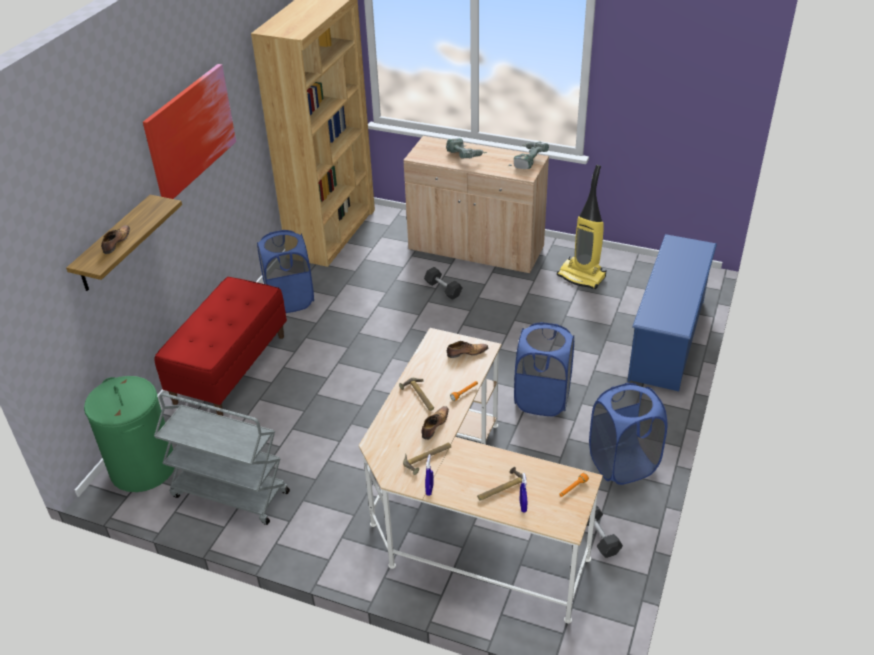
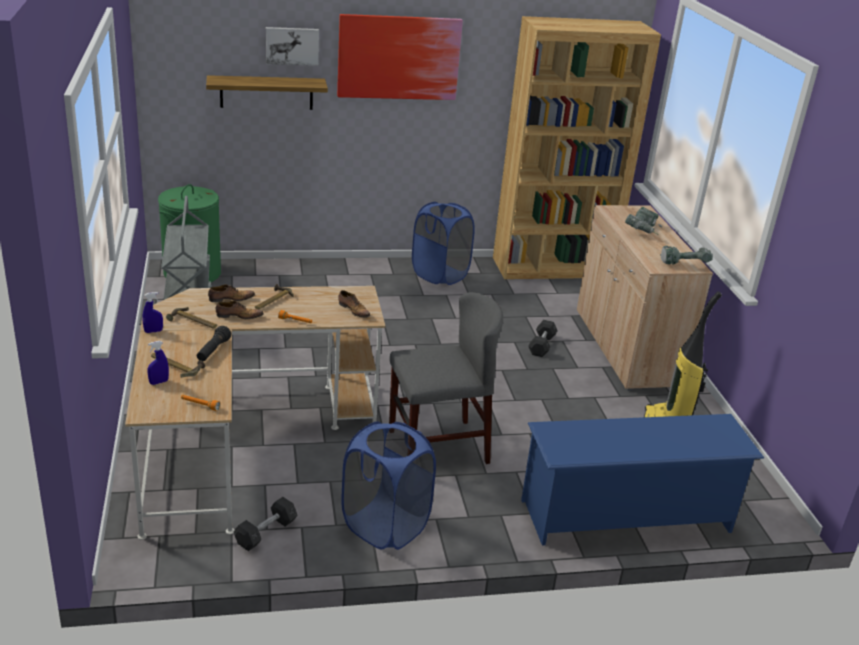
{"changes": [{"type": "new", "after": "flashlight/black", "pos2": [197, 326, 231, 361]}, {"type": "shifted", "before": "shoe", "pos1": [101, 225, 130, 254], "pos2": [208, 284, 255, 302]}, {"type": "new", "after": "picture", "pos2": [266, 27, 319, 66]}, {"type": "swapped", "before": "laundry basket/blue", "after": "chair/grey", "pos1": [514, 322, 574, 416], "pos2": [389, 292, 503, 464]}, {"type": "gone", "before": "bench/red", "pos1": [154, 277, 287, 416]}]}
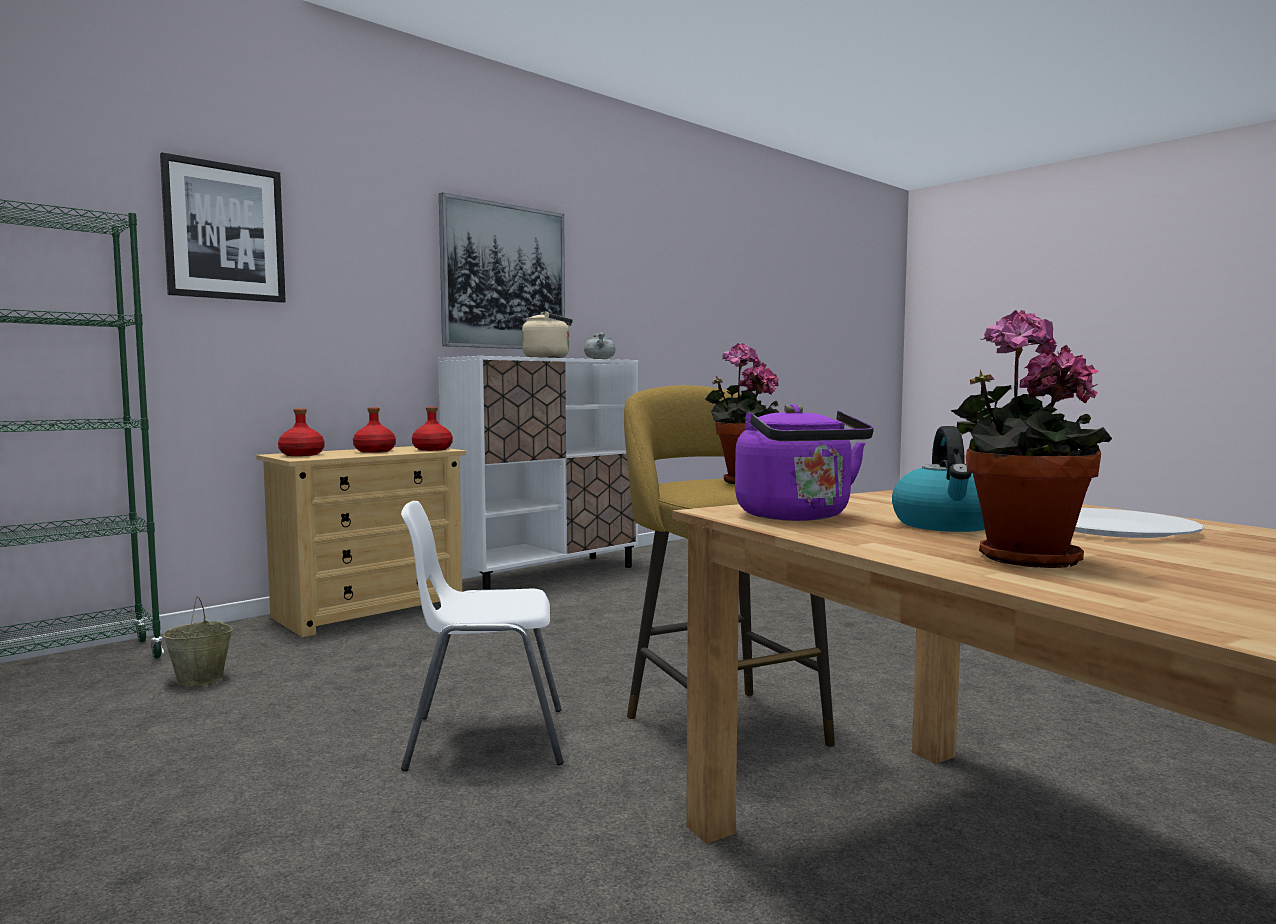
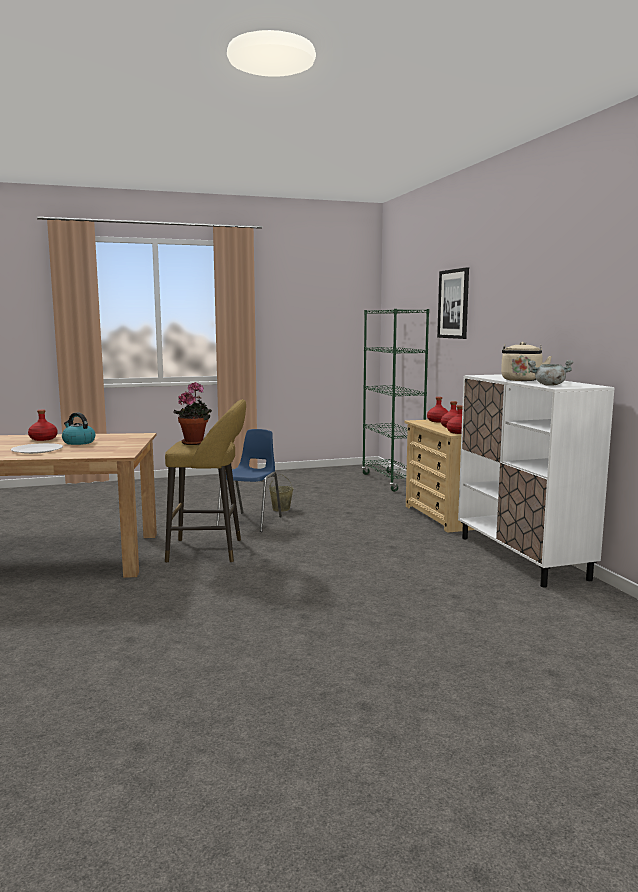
{"changes": [{"type": "swapped", "before": "potted plant", "after": "bottle/red", "pos1": [951, 310, 1112, 568], "pos2": [28, 410, 58, 441]}, {"type": "repainted", "before": "chair/white", "after": "chair/blue", "pos1": [401, 501, 564, 771], "pos2": [216, 429, 282, 532]}, {"type": "shifted", "before": "bucket/beige", "pos1": [163, 596, 233, 686], "pos2": [269, 474, 294, 512]}, {"type": "gone", "before": "picture", "pos1": [439, 192, 565, 349]}, {"type": "gone", "before": "kettle/purple", "pos1": [735, 404, 873, 521]}]}
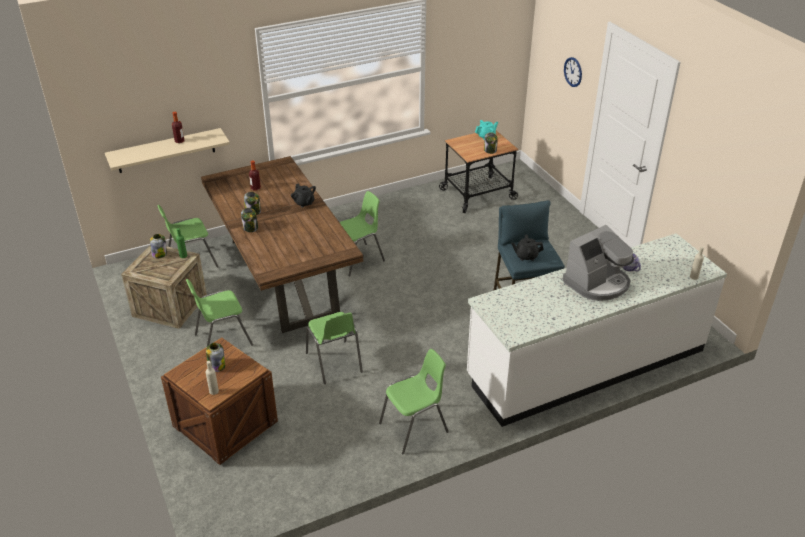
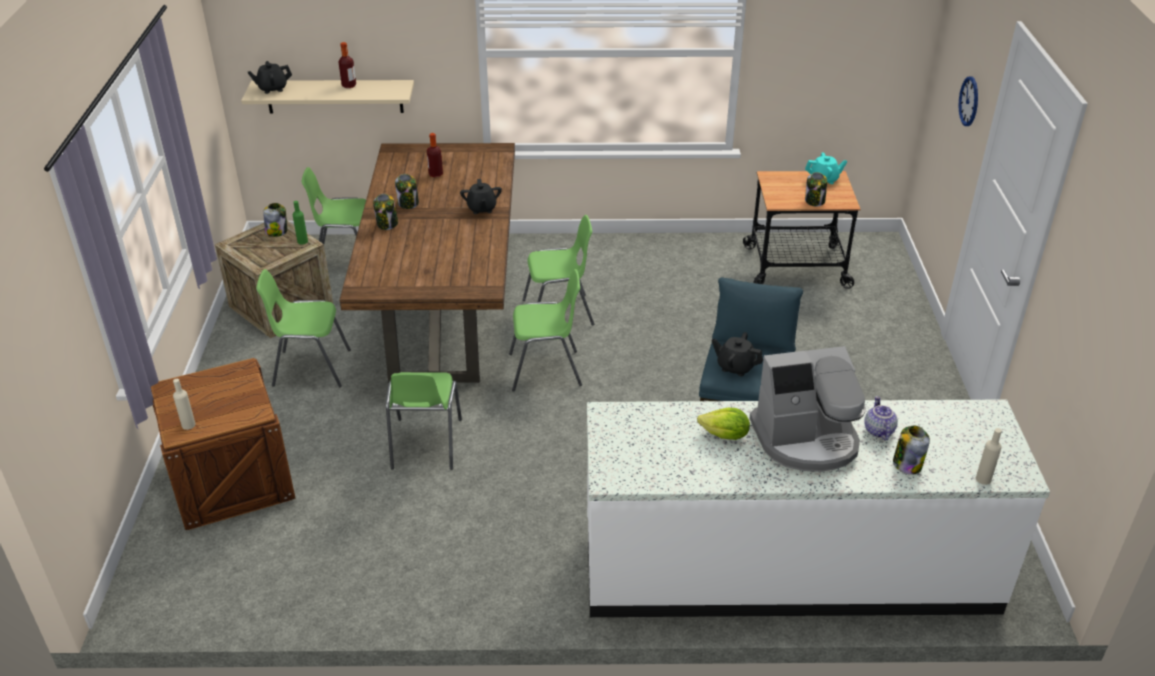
{"changes": [{"type": "new", "after": "teapot/black", "pos2": [248, 61, 292, 94]}, {"type": "shifted", "before": "chair/green", "pos1": [379, 349, 449, 454], "pos2": [509, 269, 582, 392]}, {"type": "new", "after": "lettuce", "pos2": [697, 408, 750, 440]}, {"type": "shifted", "before": "jar", "pos1": [206, 343, 225, 372], "pos2": [893, 426, 930, 475]}]}
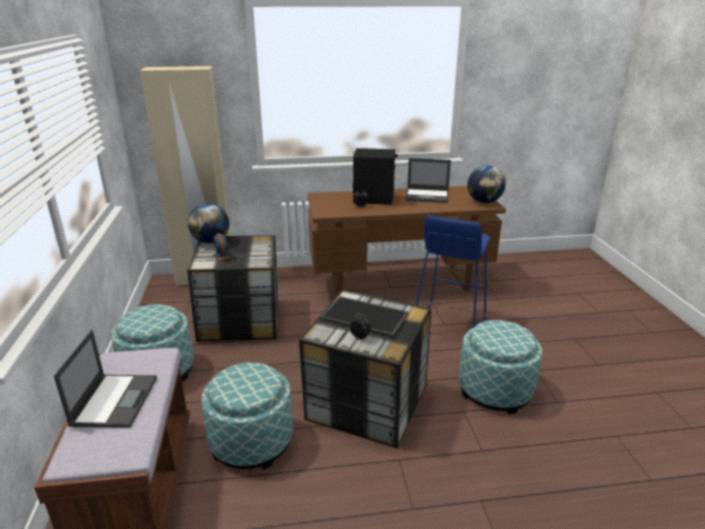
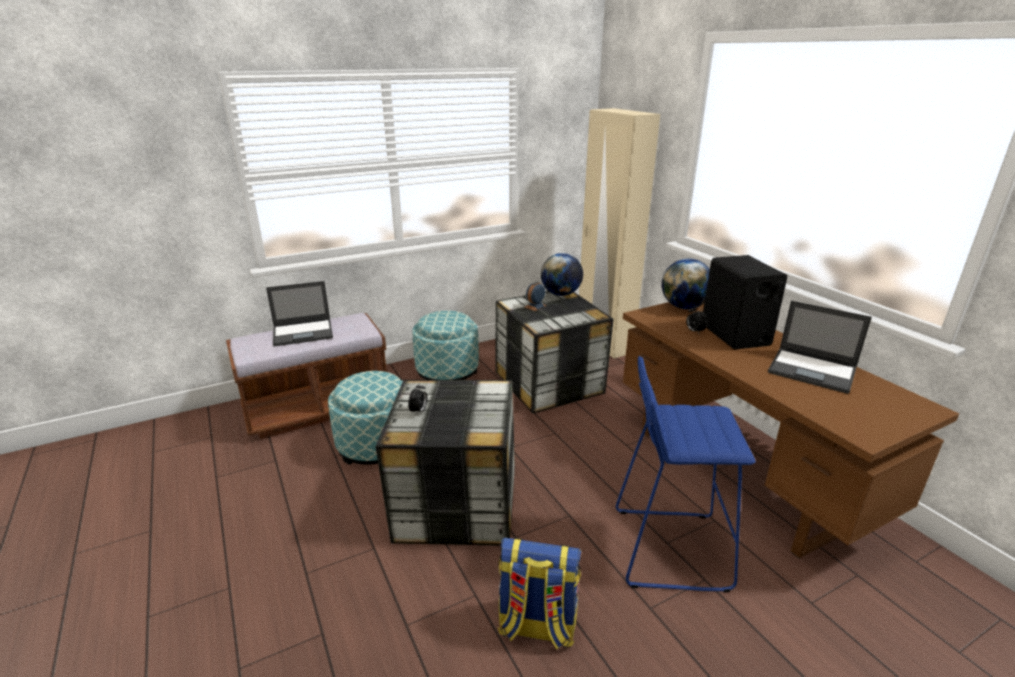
{"changes": [{"type": "swapped", "before": "ottoman", "after": "backpack", "pos1": [459, 320, 542, 414], "pos2": [498, 538, 582, 649]}, {"type": "shifted", "before": "globe", "pos1": [467, 165, 506, 203], "pos2": [662, 258, 710, 309]}, {"type": "rotated", "before": "laptop", "pos1": [405, 158, 451, 203], "pos2": [768, 301, 872, 394], "turn": -45}, {"type": "gone", "before": "tray", "pos1": [320, 296, 409, 337]}]}
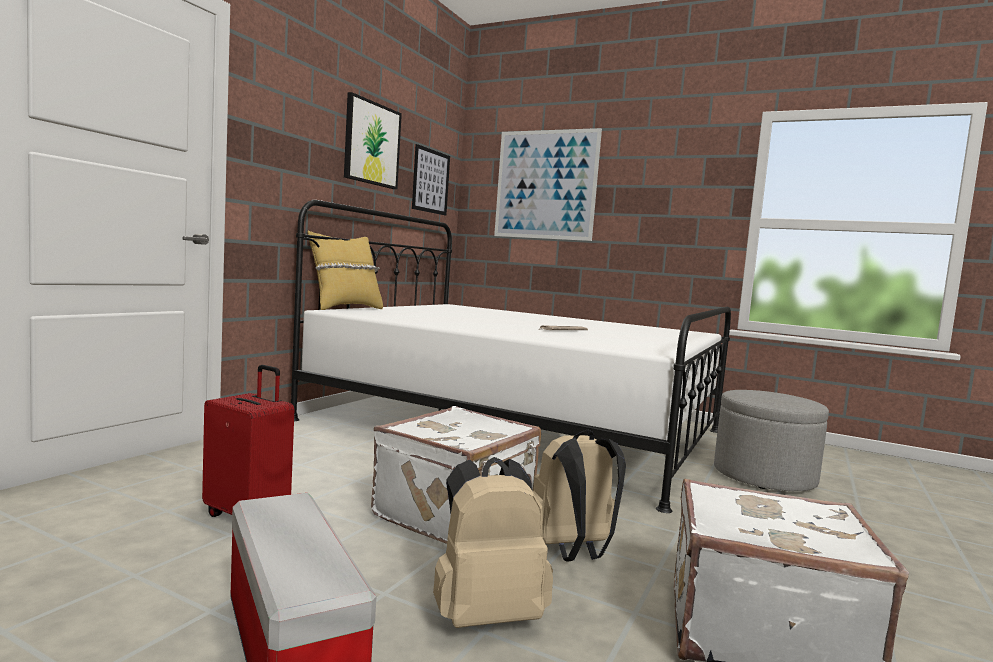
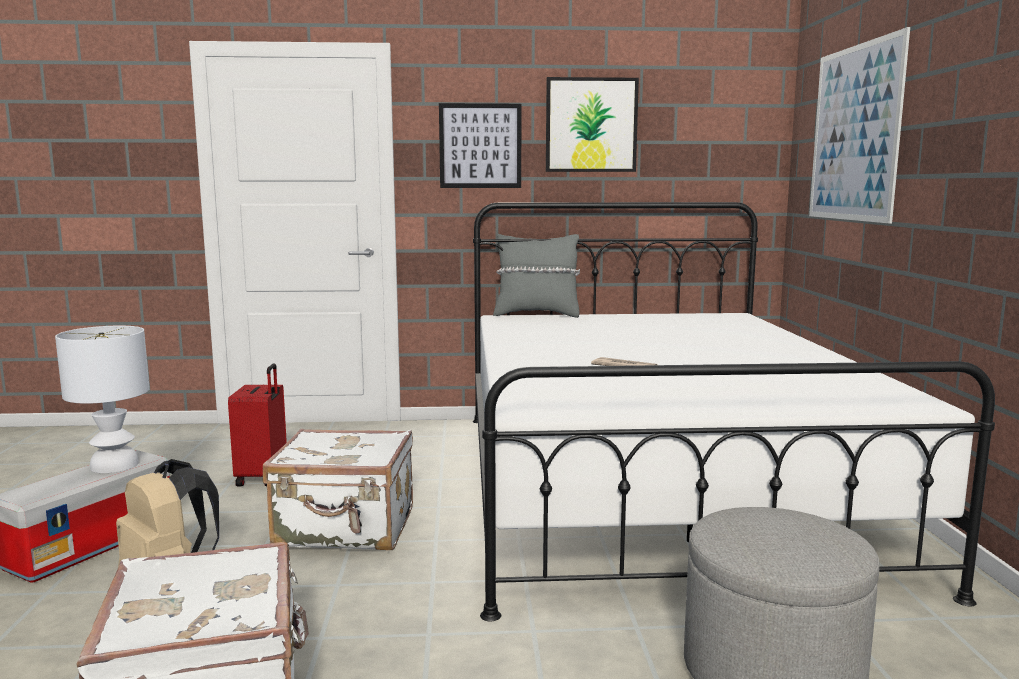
{"changes": [{"type": "new", "after": "table lamp/white", "pos2": [55, 326, 150, 473]}, {"type": "shifted", "before": "picture", "pos1": [412, 144, 450, 215], "pos2": [439, 103, 521, 188]}, {"type": "repainted", "before": "pillow/yellow", "after": "pillow/grey", "pos1": [308, 231, 383, 310], "pos2": [493, 234, 580, 318]}, {"type": "gone", "before": "backpack/beige", "pos1": [533, 430, 626, 562]}]}
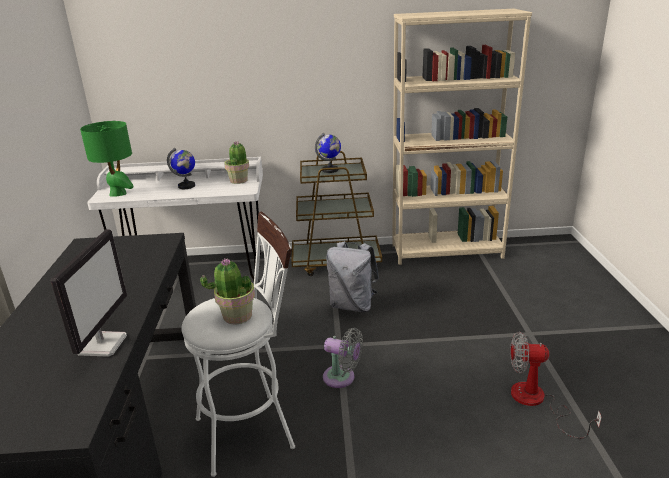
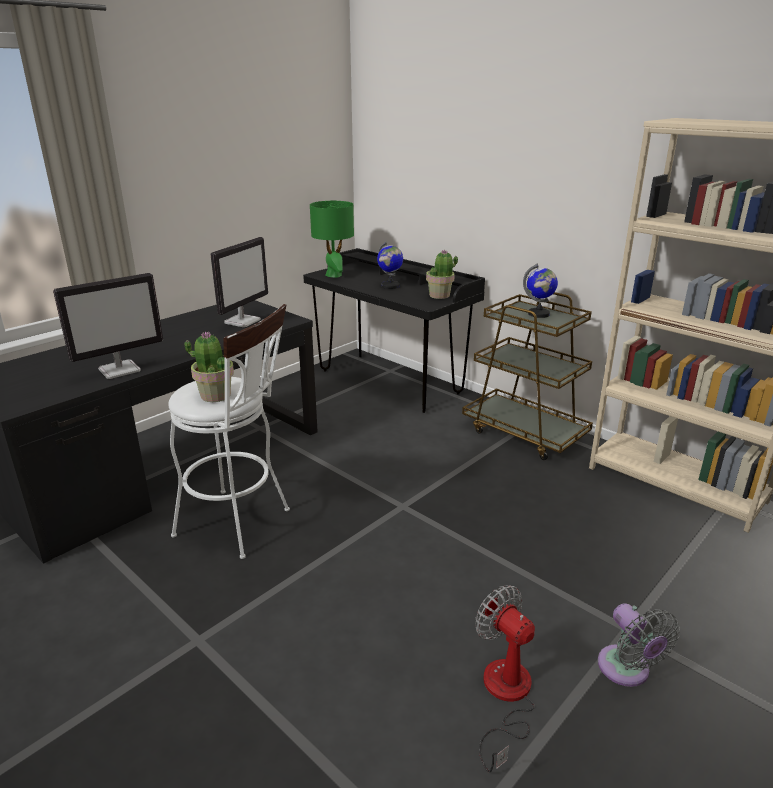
{"changes": [{"type": "new", "after": "monitor", "pos2": [210, 237, 268, 327]}, {"type": "repainted", "before": "desk/white", "after": "desk/black", "pos1": [87, 157, 263, 280], "pos2": [303, 248, 485, 413]}, {"type": "shifted", "before": "fan/grey", "pos1": [323, 328, 363, 388], "pos2": [598, 603, 680, 687]}, {"type": "gone", "before": "backpack/grey", "pos1": [326, 241, 379, 312]}]}
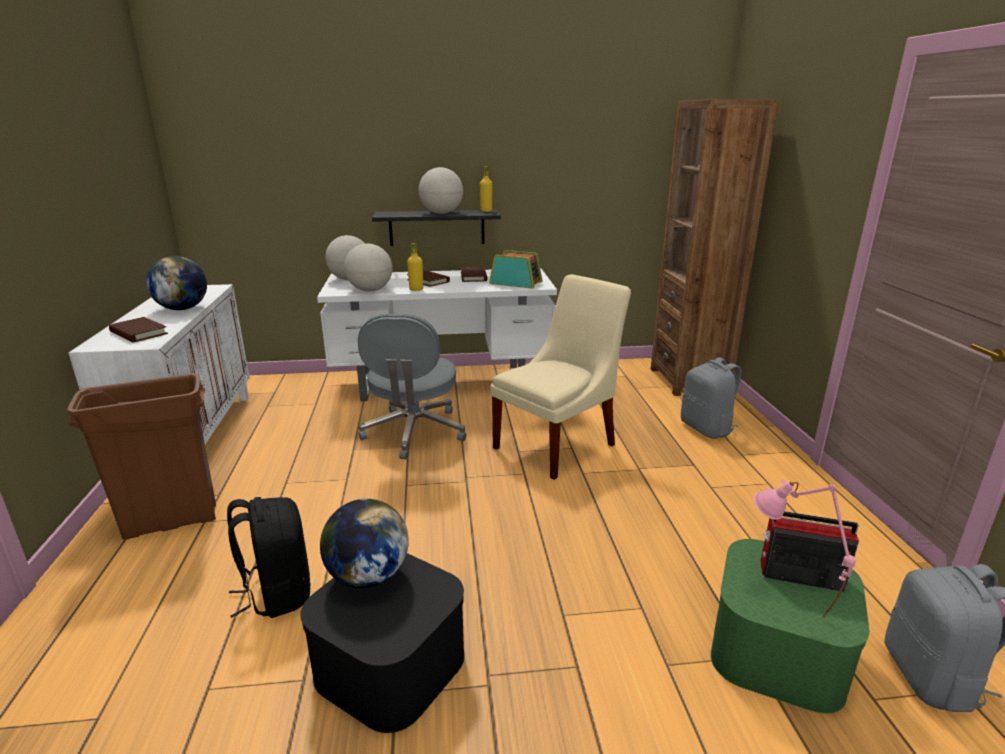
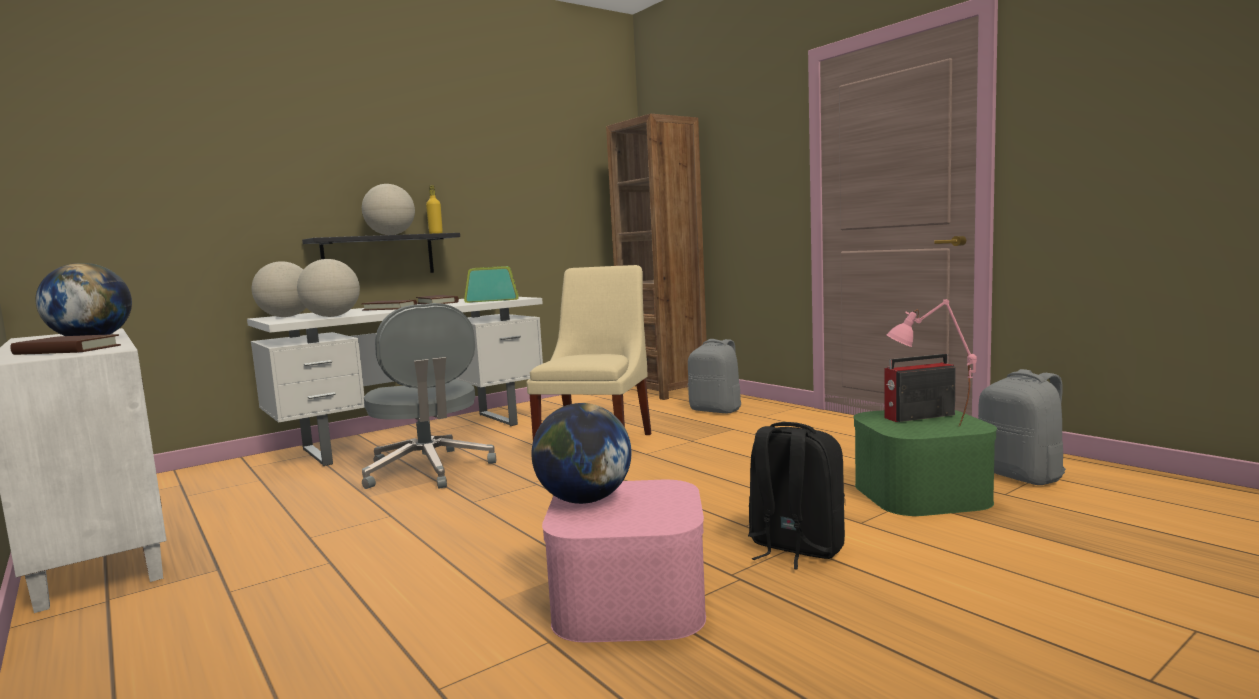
{"changes": [{"type": "repainted", "before": "storage box/black", "after": "storage box/pink", "pos1": [300, 553, 465, 733], "pos2": [542, 480, 706, 643]}, {"type": "shifted", "before": "backpack/black", "pos1": [227, 497, 311, 618], "pos2": [748, 422, 845, 570]}, {"type": "gone", "before": "trash can/brown", "pos1": [67, 373, 216, 540]}, {"type": "gone", "before": "bottle/yellow", "pos1": [407, 243, 423, 291]}]}
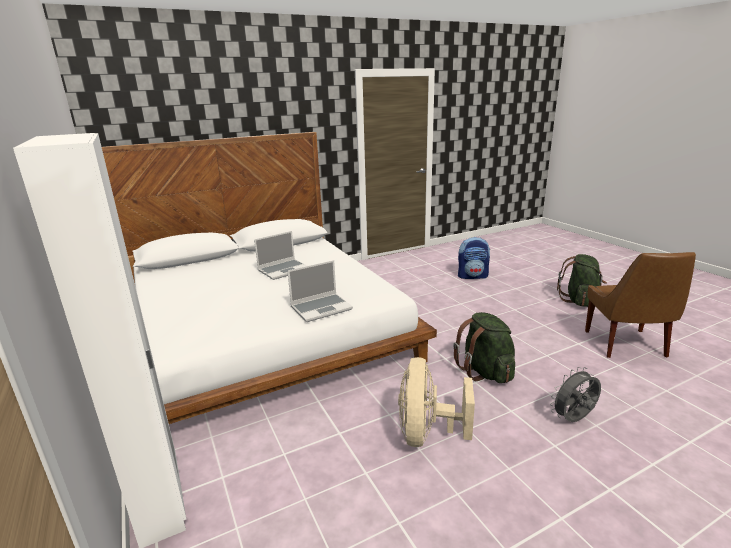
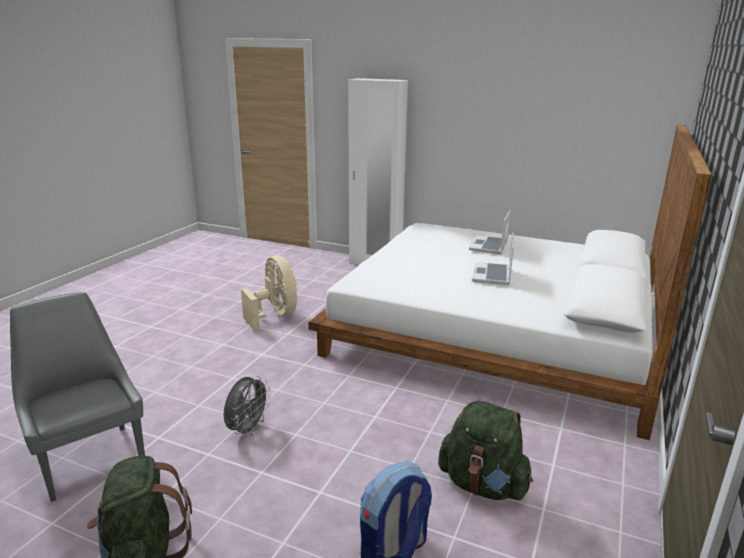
{"changes": [{"type": "repainted", "before": "chair/brown", "after": "chair/grey", "pos1": [585, 252, 696, 358], "pos2": [10, 292, 145, 502]}, {"type": "shifted", "before": "fan/grey", "pos1": [550, 367, 601, 422], "pos2": [224, 376, 271, 438]}, {"type": "shifted", "before": "backpack/green", "pos1": [453, 312, 515, 383], "pos2": [438, 401, 533, 500]}, {"type": "shifted", "before": "laptop", "pos1": [287, 260, 353, 322], "pos2": [469, 209, 511, 254]}]}
